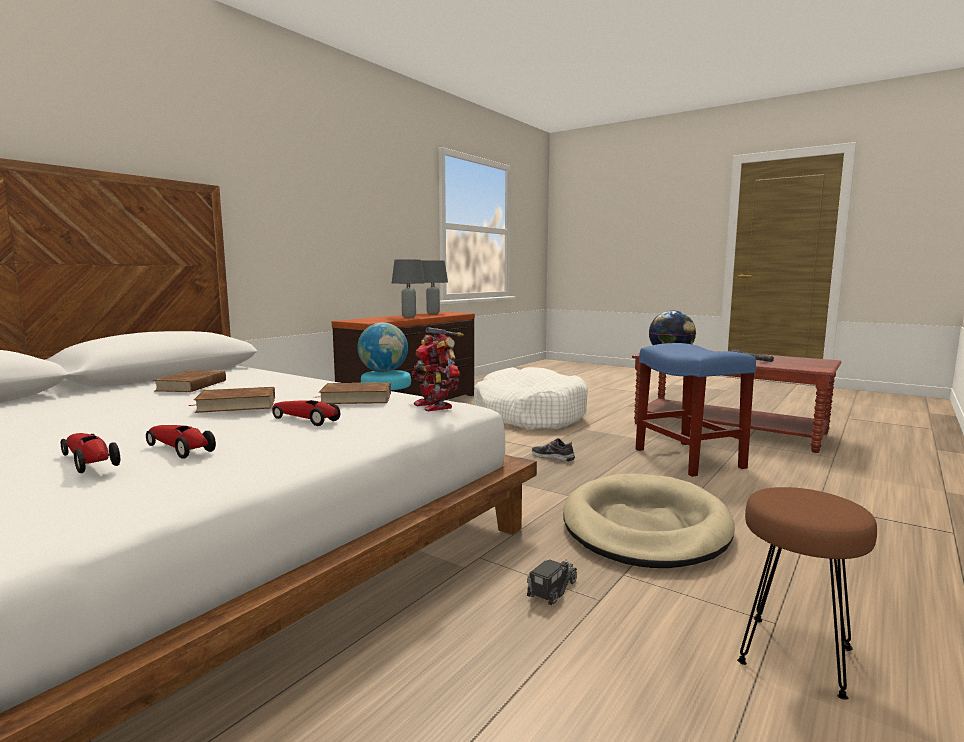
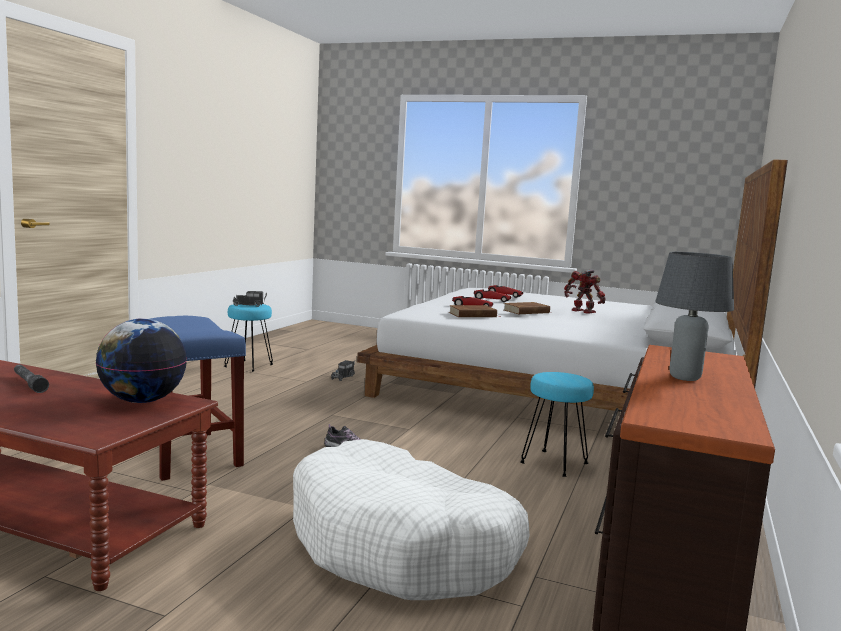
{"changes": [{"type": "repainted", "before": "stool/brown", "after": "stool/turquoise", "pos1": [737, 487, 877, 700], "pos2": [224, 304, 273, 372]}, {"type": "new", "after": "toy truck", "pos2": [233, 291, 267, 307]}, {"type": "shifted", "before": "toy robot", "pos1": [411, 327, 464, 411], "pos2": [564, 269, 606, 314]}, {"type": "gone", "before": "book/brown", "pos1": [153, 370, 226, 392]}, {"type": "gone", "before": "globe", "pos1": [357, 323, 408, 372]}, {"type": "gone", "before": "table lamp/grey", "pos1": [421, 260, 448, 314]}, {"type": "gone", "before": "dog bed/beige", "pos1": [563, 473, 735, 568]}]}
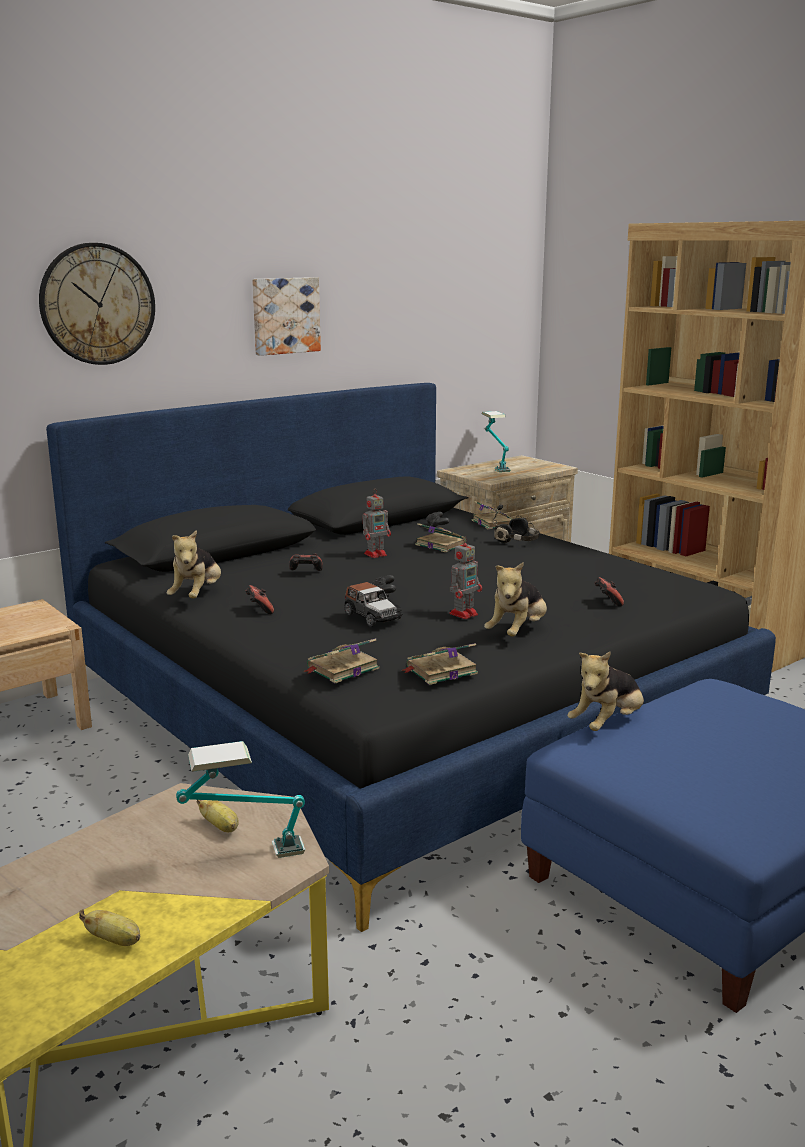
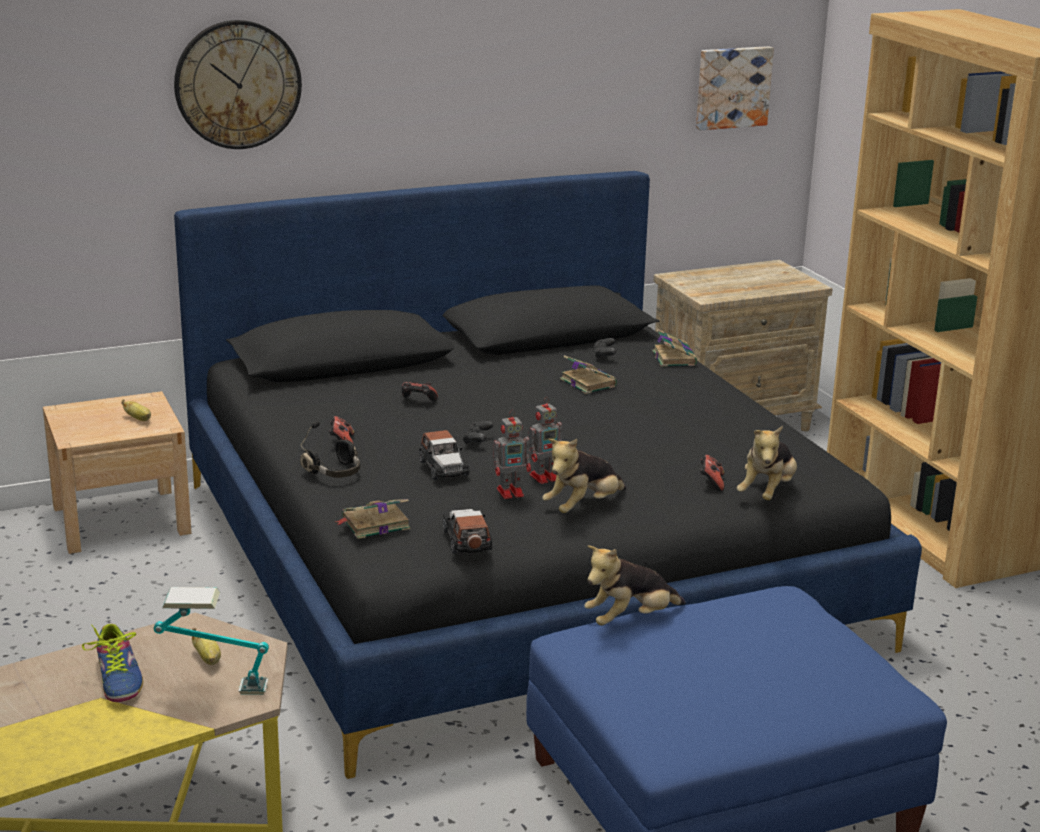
{"changes": [{"type": "new", "after": "shoe", "pos2": [82, 624, 143, 702]}, {"type": "shifted", "before": "banana", "pos1": [79, 909, 140, 946], "pos2": [121, 399, 151, 421]}, {"type": "shifted", "before": "headphones/black", "pos1": [493, 504, 540, 543], "pos2": [300, 421, 360, 478]}, {"type": "swapped", "before": "book", "after": "toy car", "pos1": [401, 643, 478, 685], "pos2": [443, 509, 493, 554]}, {"type": "shifted", "before": "toy robot", "pos1": [362, 490, 391, 558], "pos2": [493, 410, 531, 499]}, {"type": "shifted", "before": "picture", "pos1": [252, 277, 321, 356], "pos2": [696, 46, 774, 130]}, {"type": "shifted", "before": "plush toy", "pos1": [167, 530, 221, 599], "pos2": [737, 426, 797, 500]}, {"type": "gone", "before": "table lamp", "pos1": [482, 411, 510, 472]}]}
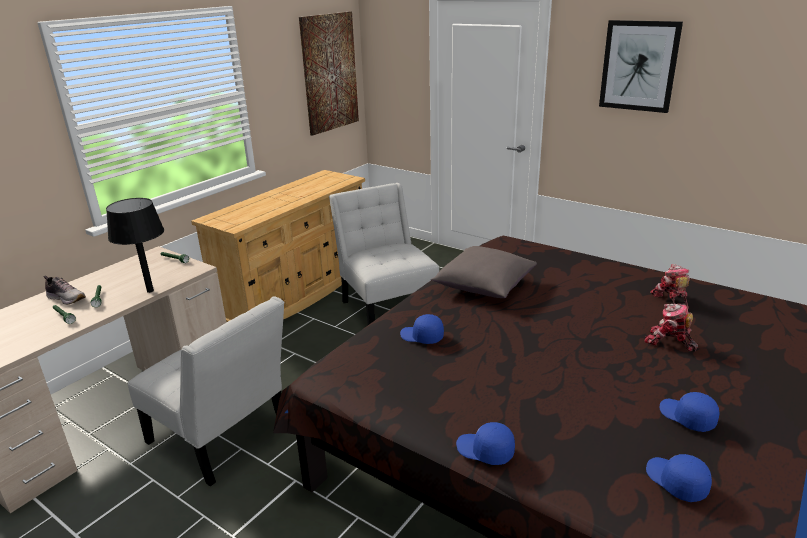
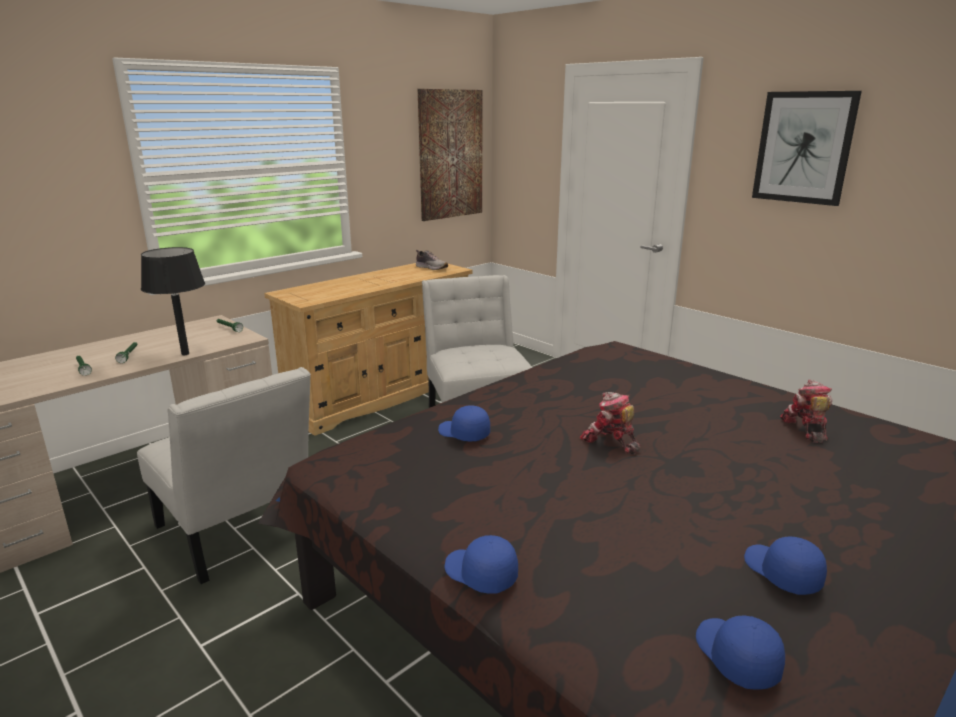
{"changes": [{"type": "shifted", "before": "shoe", "pos1": [43, 275, 86, 305], "pos2": [416, 250, 448, 270]}, {"type": "shifted", "before": "toy robot", "pos1": [644, 304, 698, 352], "pos2": [579, 392, 640, 455]}, {"type": "gone", "before": "pillow/grey", "pos1": [431, 246, 537, 298]}]}
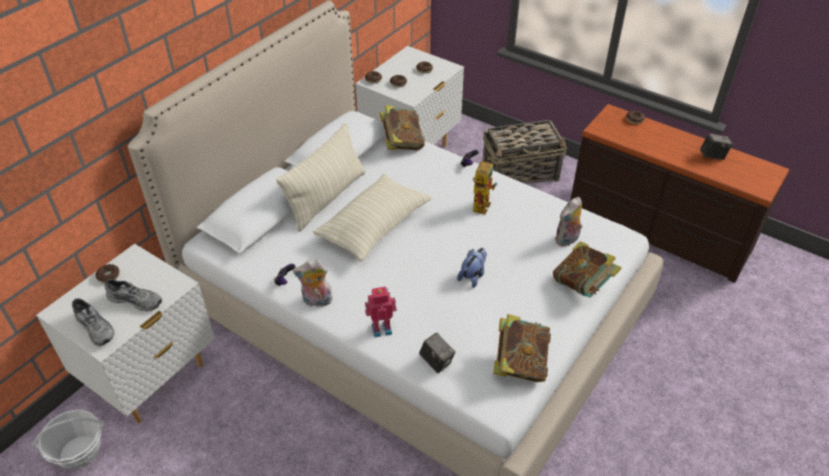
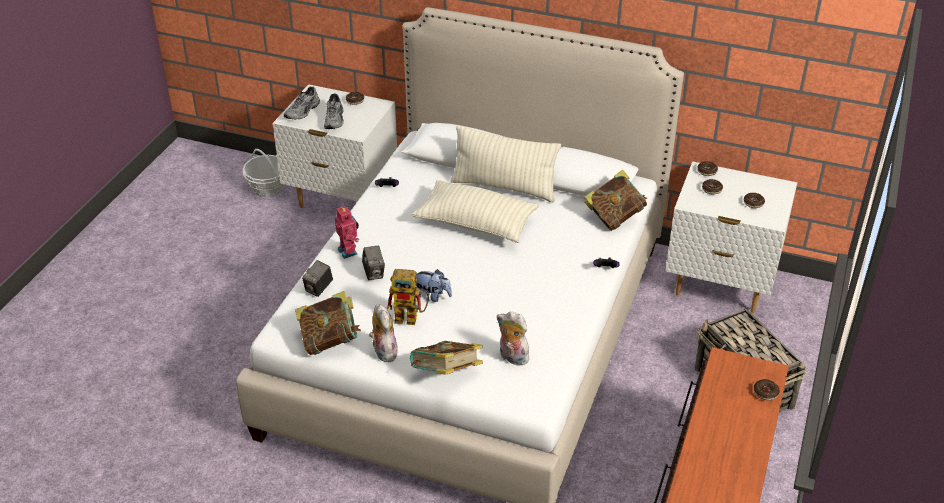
{"changes": [{"type": "shifted", "before": "photo camera", "pos1": [700, 133, 733, 160], "pos2": [362, 246, 385, 280]}, {"type": "shifted", "before": "plush toy", "pos1": [293, 260, 333, 307], "pos2": [369, 304, 399, 362]}, {"type": "shifted", "before": "toy robot", "pos1": [473, 158, 497, 215], "pos2": [386, 269, 429, 325]}]}
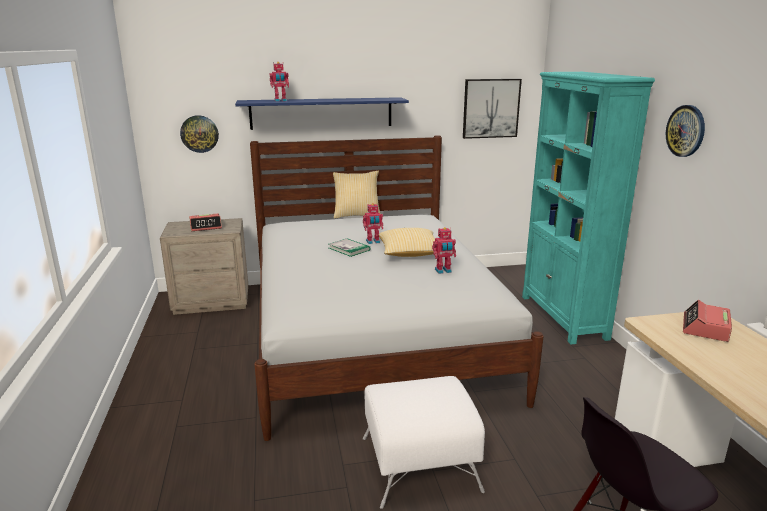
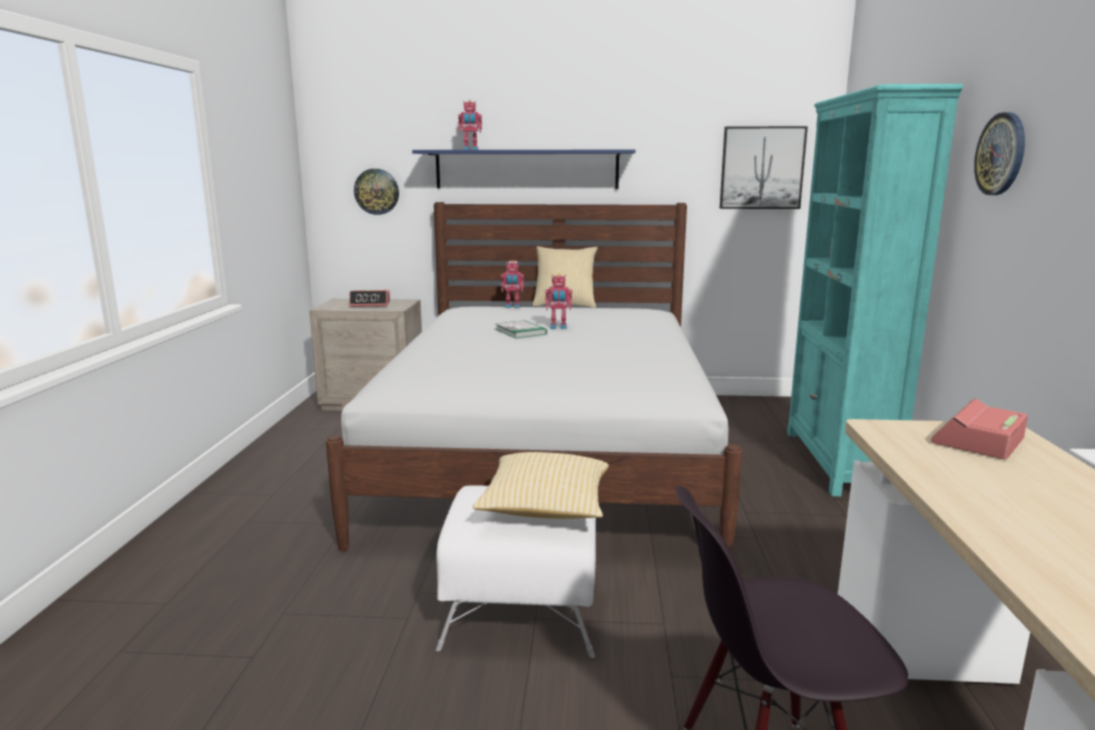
{"changes": [{"type": "shifted", "before": "pillow", "pos1": [379, 228, 435, 257], "pos2": [473, 452, 609, 519]}, {"type": "shifted", "before": "toy robot", "pos1": [432, 227, 456, 274], "pos2": [501, 260, 524, 308]}]}
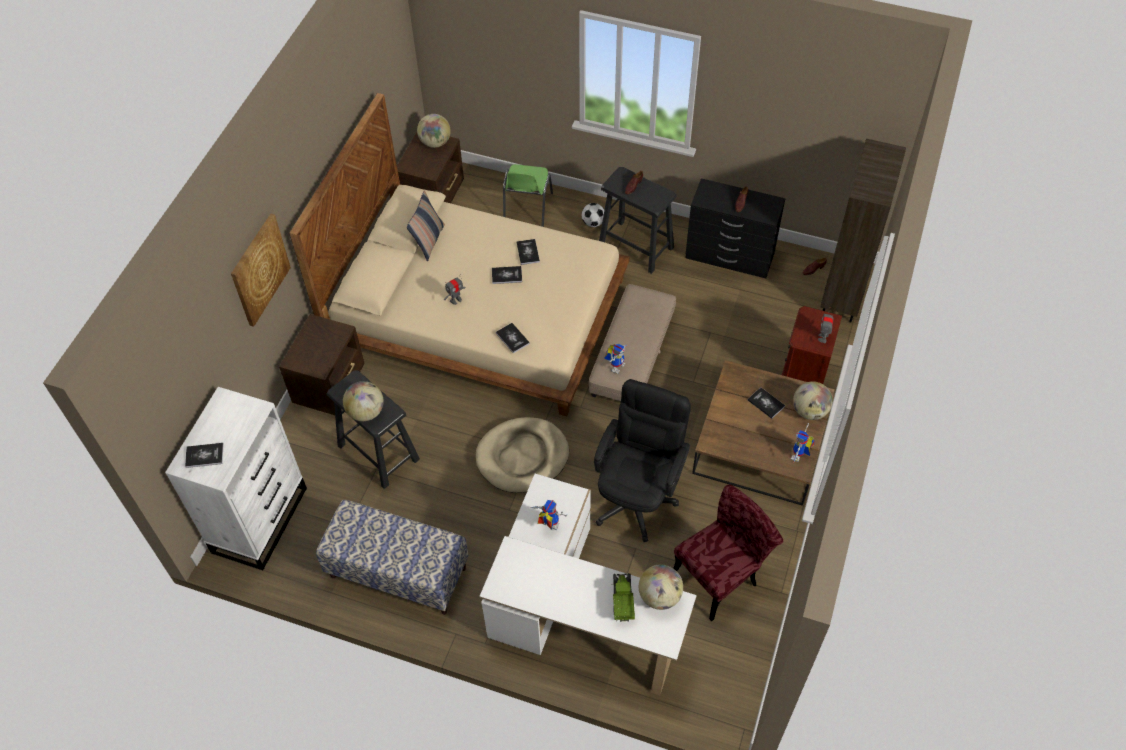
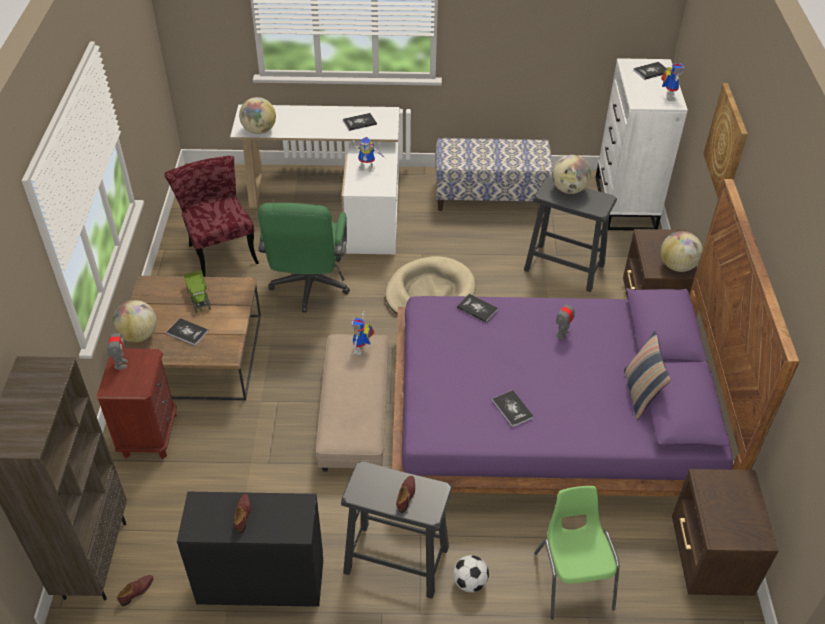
{"changes": [{"type": "rotated", "before": "chair/red", "pos1": [673, 484, 783, 621], "pos2": [164, 156, 259, 277], "turn": 120}, {"type": "shifted", "before": "toy truck", "pos1": [611, 573, 635, 622], "pos2": [184, 270, 211, 313]}, {"type": "repainted", "before": "office chair/black", "after": "office chair/green", "pos1": [594, 379, 691, 542], "pos2": [258, 203, 350, 313]}, {"type": "shifted", "before": "book", "pos1": [492, 266, 522, 284], "pos2": [343, 113, 377, 131]}, {"type": "repainted", "before": "bed/beige", "after": "bed/purple", "pos1": [289, 93, 630, 416], "pos2": [392, 179, 799, 497]}, {"type": "shifted", "before": "toy robot", "pos1": [791, 423, 815, 462], "pos2": [661, 63, 684, 101]}, {"type": "shifted", "before": "globe", "pos1": [417, 114, 451, 148], "pos2": [661, 231, 703, 272]}]}
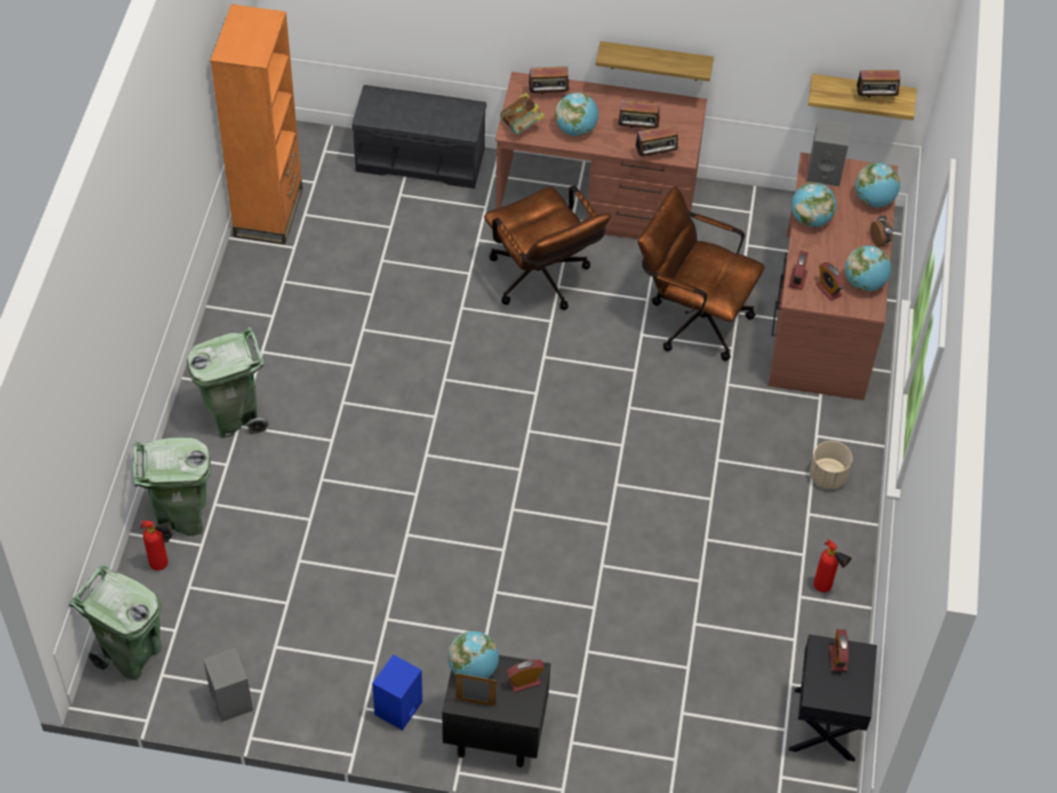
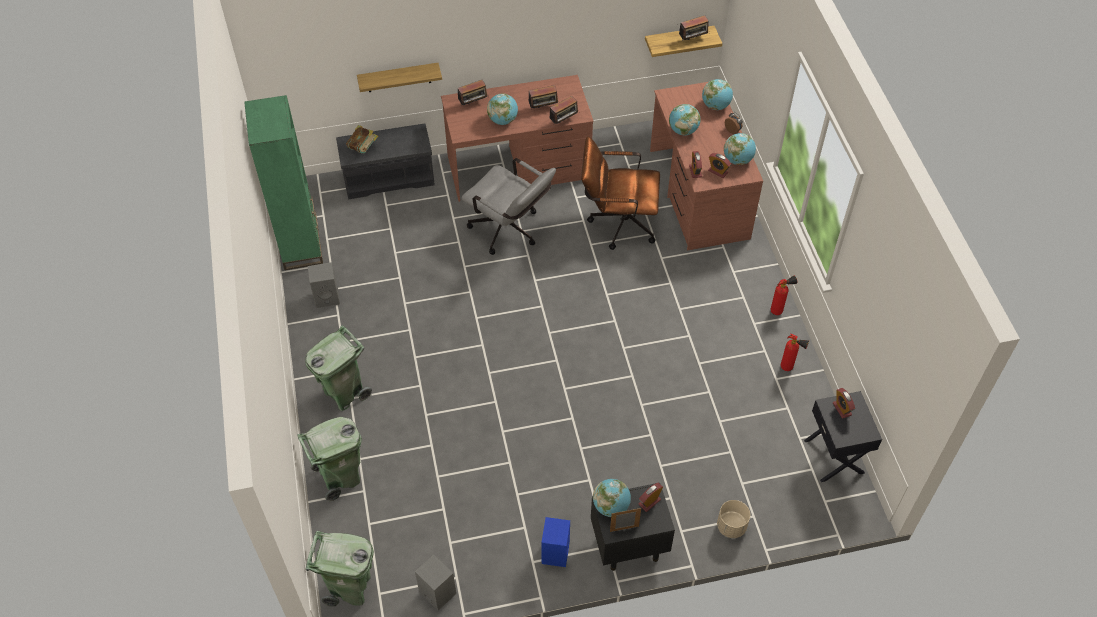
{"changes": [{"type": "repainted", "before": "bookcase/orange", "after": "bookcase/green", "pos1": [210, 4, 303, 244], "pos2": [244, 95, 323, 270]}, {"type": "shifted", "before": "speaker/grey", "pos1": [806, 119, 851, 187], "pos2": [308, 262, 340, 309]}, {"type": "shifted", "before": "book", "pos1": [500, 93, 546, 134], "pos2": [346, 125, 378, 153]}, {"type": "shifted", "before": "shelf", "pos1": [596, 41, 714, 82], "pos2": [357, 63, 442, 92]}, {"type": "repainted", "before": "office chair/brown", "after": "office chair/grey", "pos1": [484, 185, 611, 310], "pos2": [461, 158, 556, 255]}, {"type": "shifted", "before": "planter/beige", "pos1": [810, 441, 852, 490], "pos2": [717, 500, 750, 538]}, {"type": "shifted", "before": "fire extinguisher", "pos1": [140, 521, 172, 571], "pos2": [771, 275, 797, 315]}]}
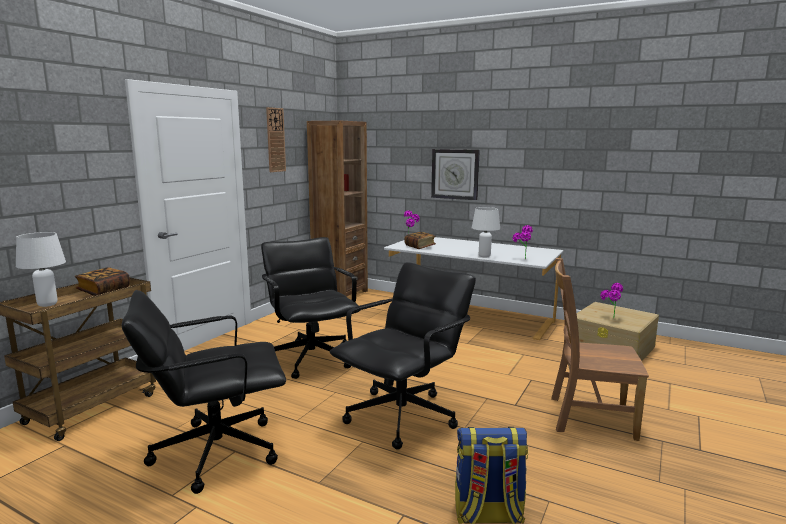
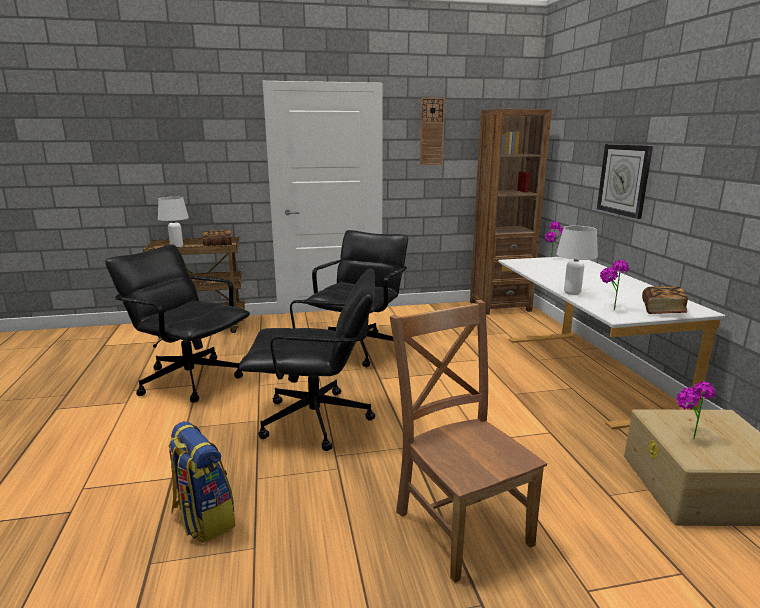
{"changes": [{"type": "shifted", "before": "book", "pos1": [404, 232, 436, 249], "pos2": [642, 286, 688, 314]}]}
